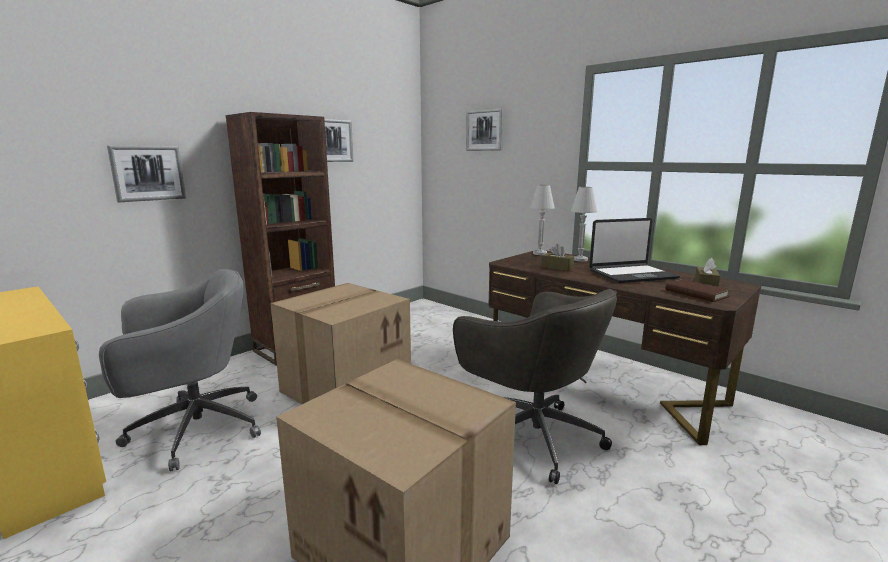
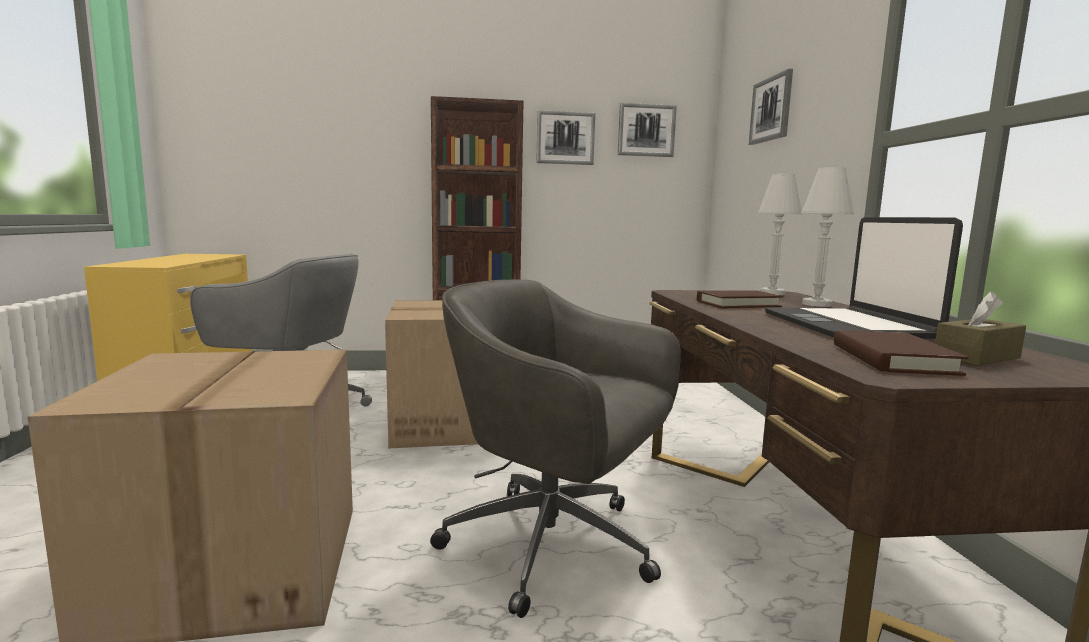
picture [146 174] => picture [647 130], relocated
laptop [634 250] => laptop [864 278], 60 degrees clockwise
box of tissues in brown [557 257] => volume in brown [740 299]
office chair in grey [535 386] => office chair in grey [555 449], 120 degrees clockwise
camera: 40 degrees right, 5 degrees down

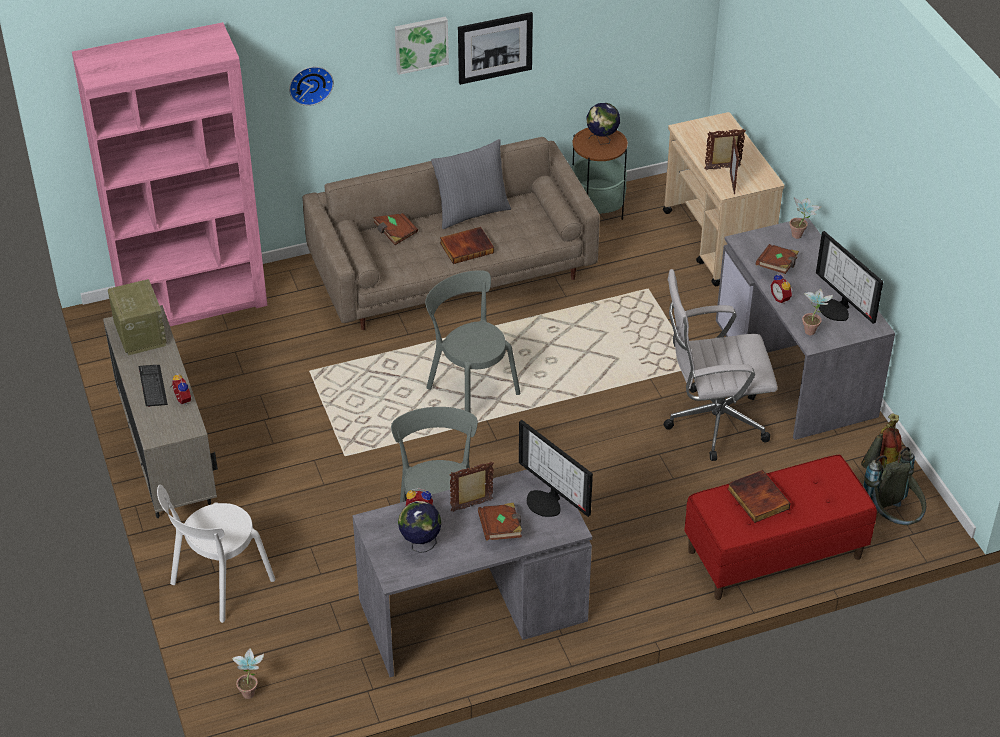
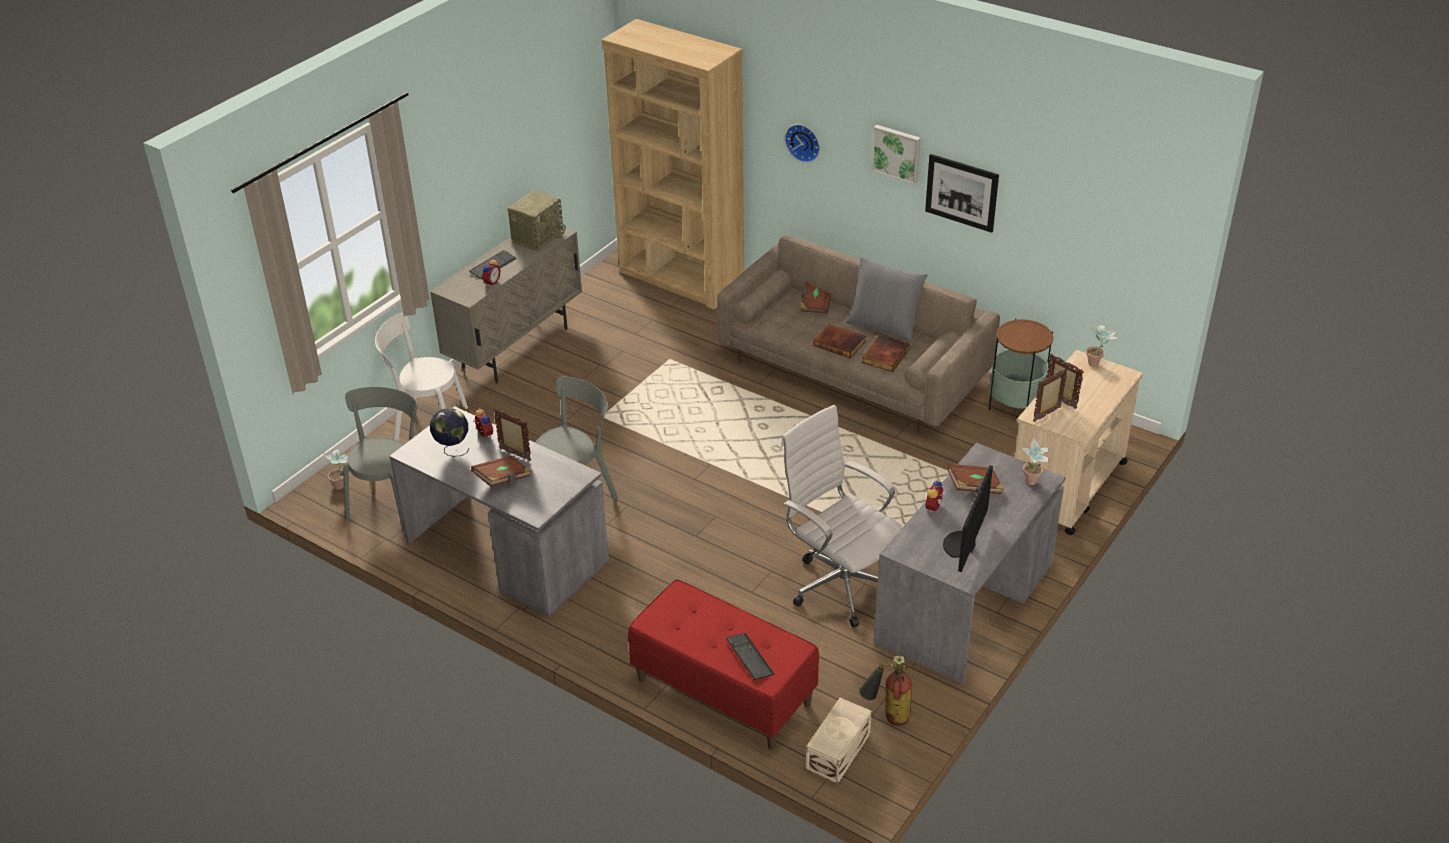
bookshelf in pinkish [170 174] => bookshelf in brown [673 164]
world globe [603 123] => nothing
chair in grey [472 341] => chair in grey [380 459], relocated
potted plant [817 311] => potted plant [1101 346], relocated
computer screen [556 468] => nothing
rucksack in grey [894 486] => storage bin in sand-coloured [839 741]
volume [759 496] => volume [885 353], relocated
nothing => PC keyboard [750 656]
camera: 55 degrees right, 5 degrees down

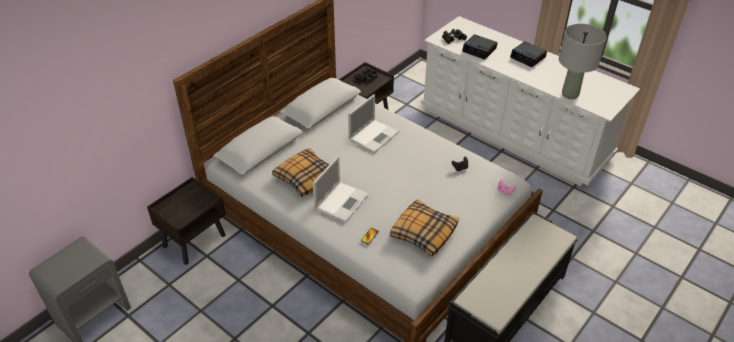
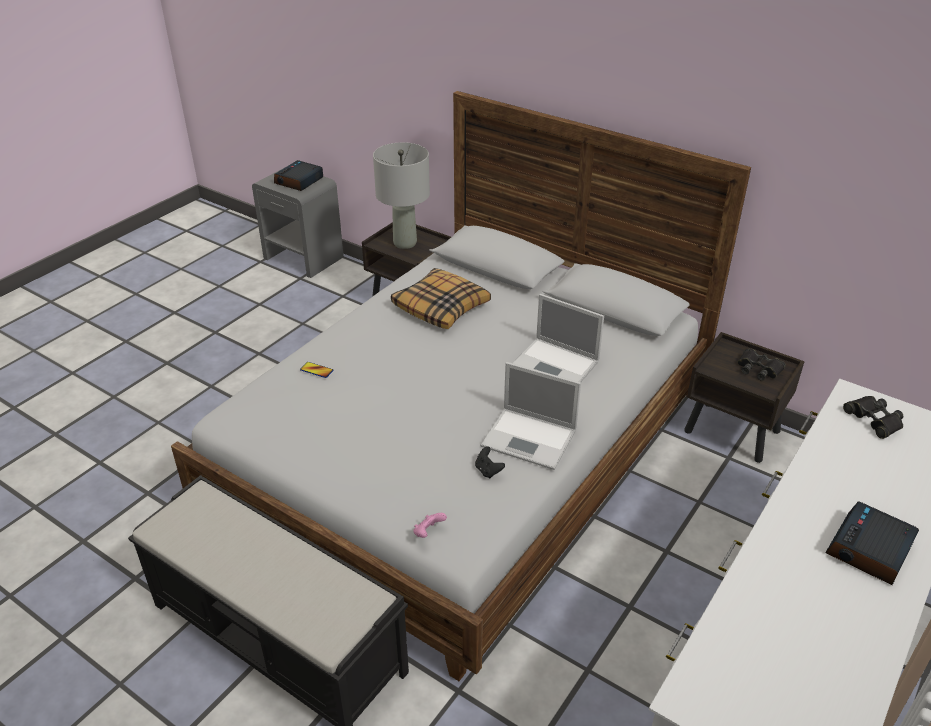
lamp for a table in grey [583 61] => lamp for a table in grey [401 195], relocated
table clock [479 46] => table clock [298 175], relocated
laptop [341 189] => laptop [530 416], relocated
pillow [424 228] => nothing
camera: 85 degrees right, 5 degrees down

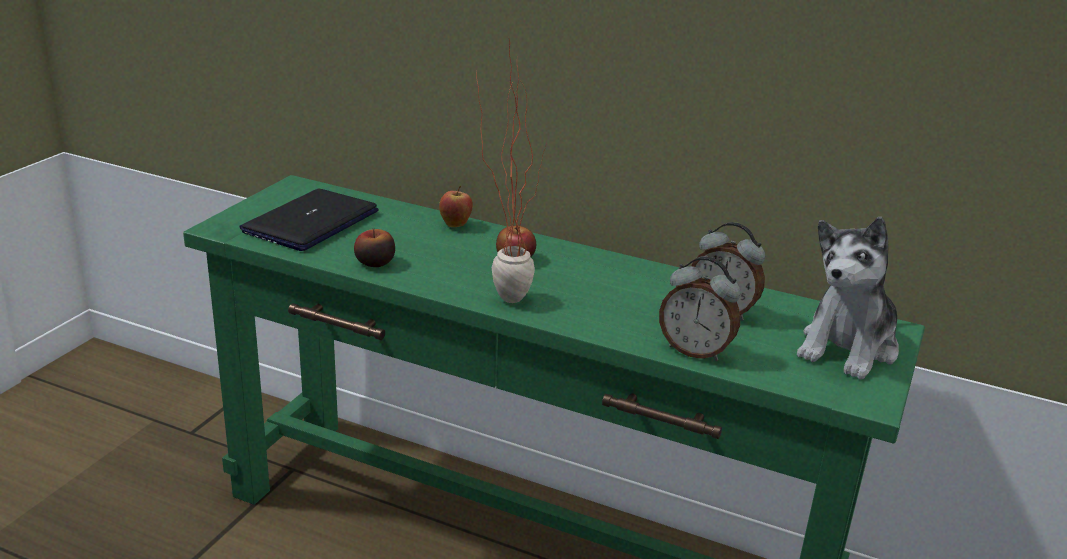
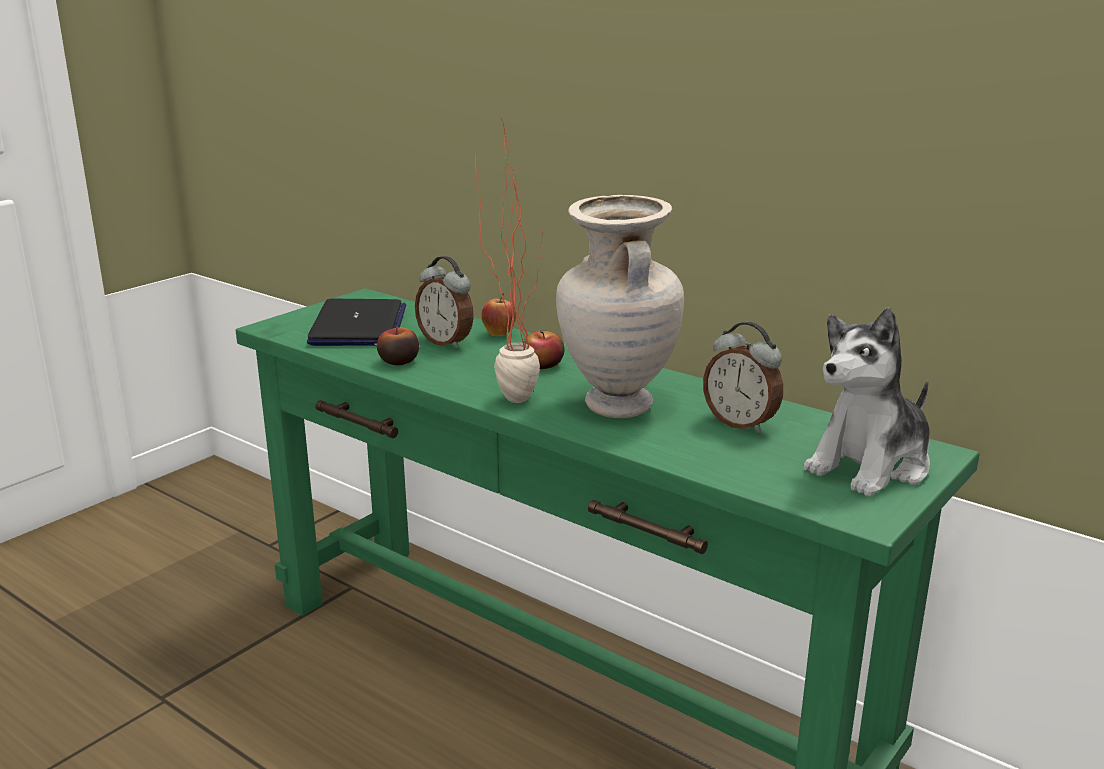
laptop [308 220] => laptop [356 322], 135 degrees clockwise
table clock [700 308] => table clock [444 302], relocated
nothing => vase in sand-coloured [620 306]
camera: 15 degrees right, 5 degrees down

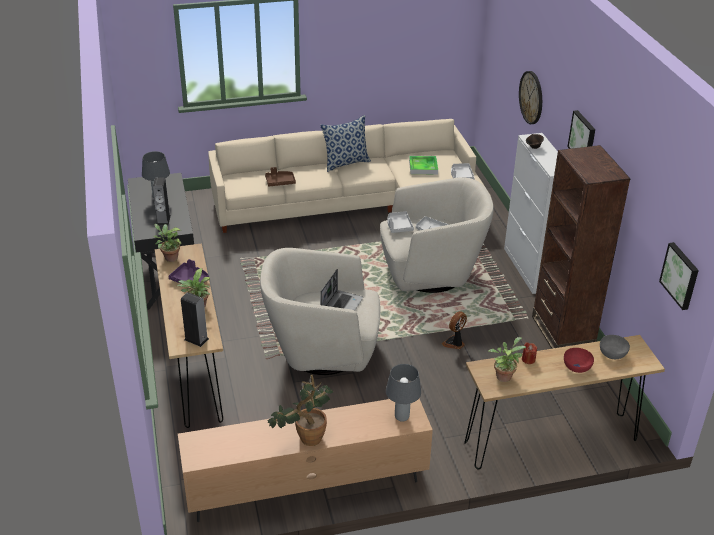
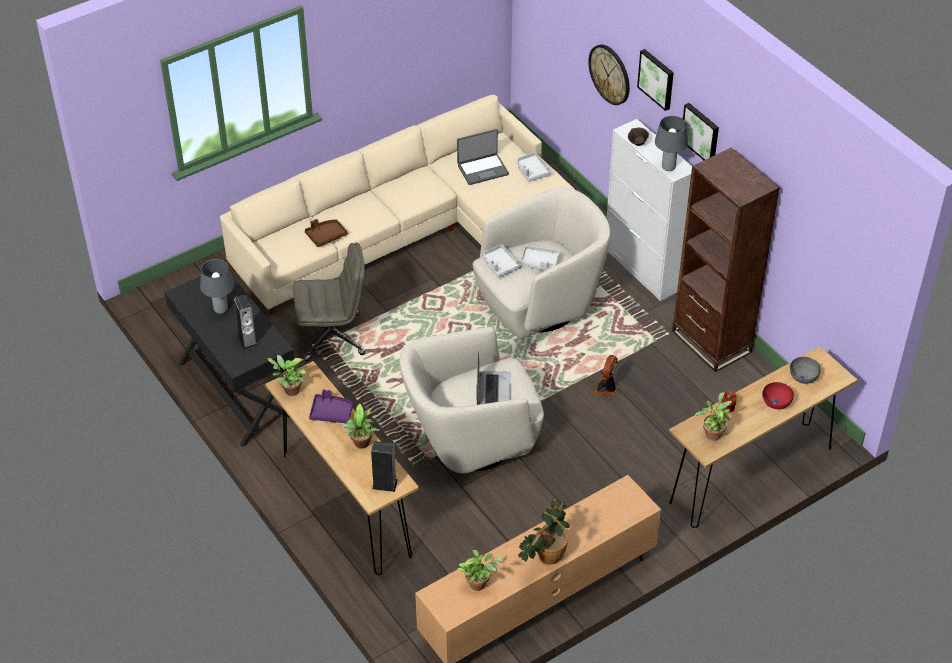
pillow [345 143] => nothing
serving tray [423 165] => laptop [483 157]
picture [679 276] => picture [655 80], relocated
lamp for a table in grey [403 393] => lamp for a table in grey [671 143], relocated
nothing => office chair in grey [329 301]
nothing => potted plant [481 570]
camera: 20 degrees left, 10 degrees up

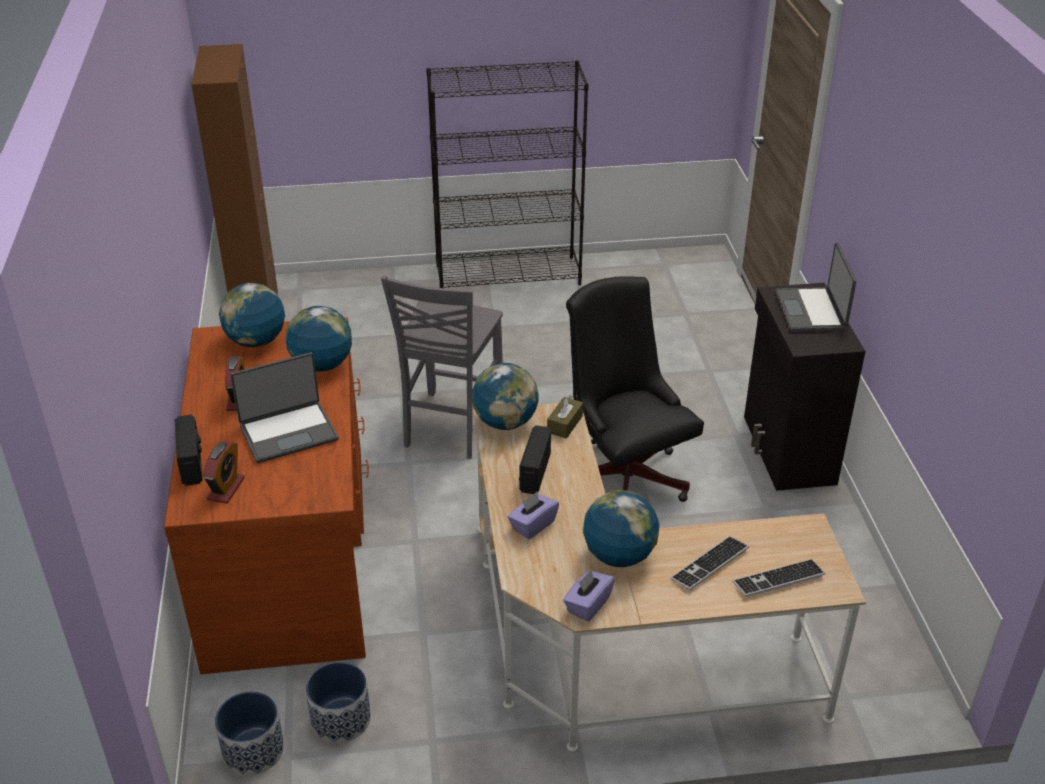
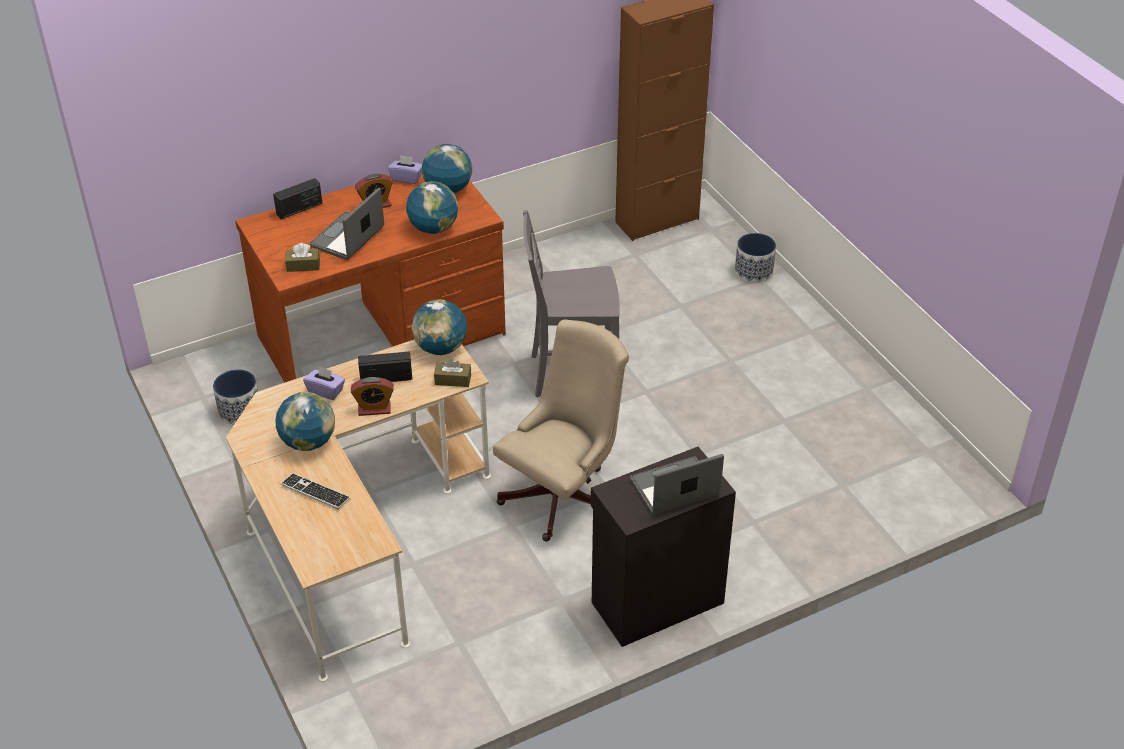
bookshelf in black [507 174] => nothing
office chair in black [635 389] => office chair in sand-coloured [561 431]
laptop [284 407] => laptop [347 224], 75 degrees clockwise
table clock [223 472] => table clock [372 396], relocated
PC keyboard [779 578] => nothing
box of tissues in purple [589 595] => box of tissues in purple [405 169], relocated
flower pot [249 733] => flower pot [755 258], relocated
nothing => box of tissues in brown [302 257]
camera: 70 degrees right, 5 degrees up

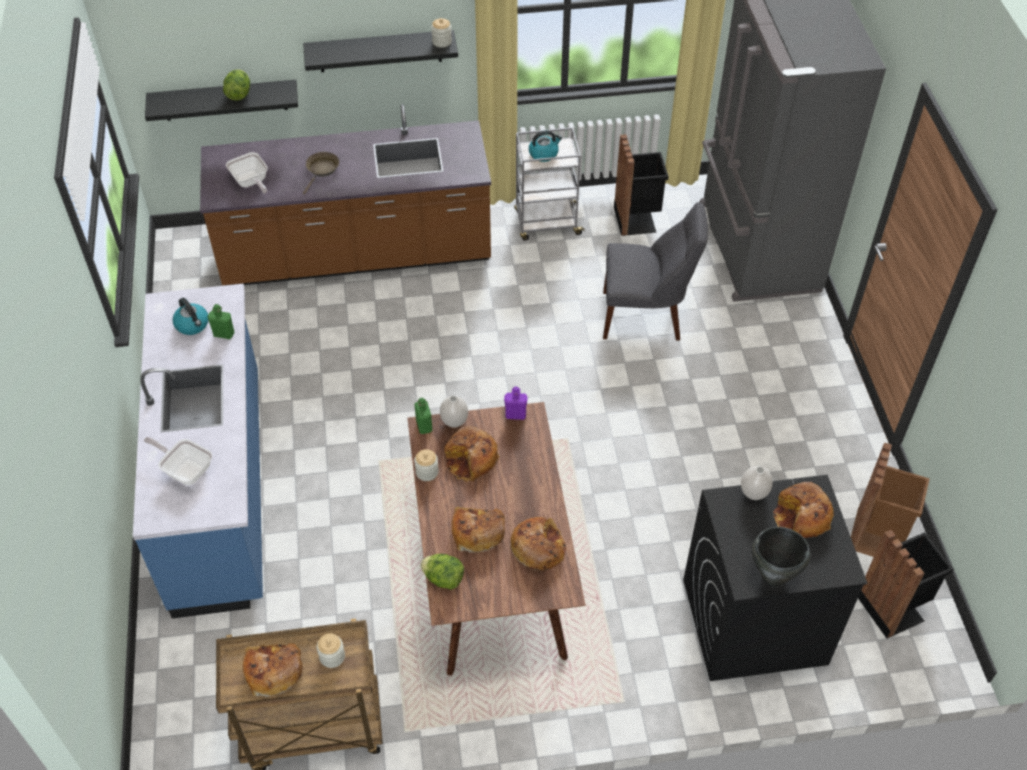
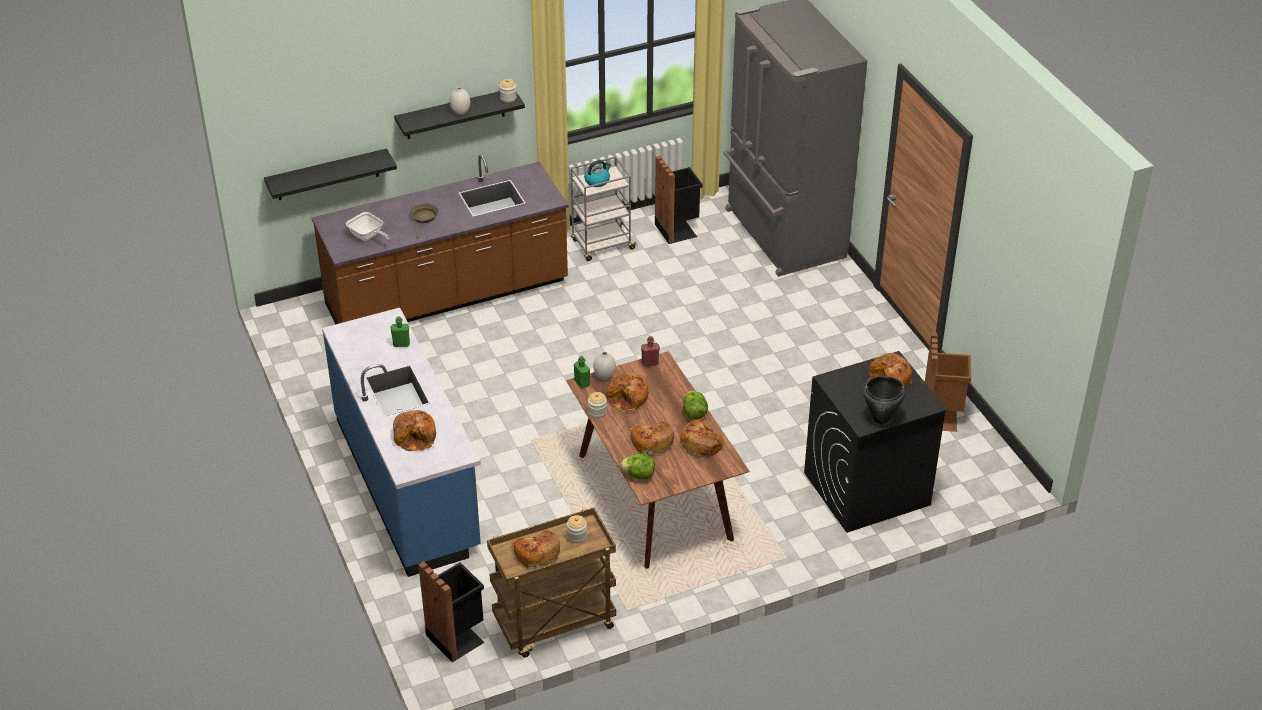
lettuce [236 85] => lettuce [695 405], relocated
chair in grey [655 271] => nothing
water kettle [190 316] => nothing
drink bottle in purple [516 403] => drink bottle in red-coloured [650 351]
pan [178 461] => bread [414 430]
vase in whitish [757 483] => vase in whitish [459 101], relocated
trash can in black [906 584] => trash can in black [451 611], relocated
camera: 15 degrees left, 10 degrees down

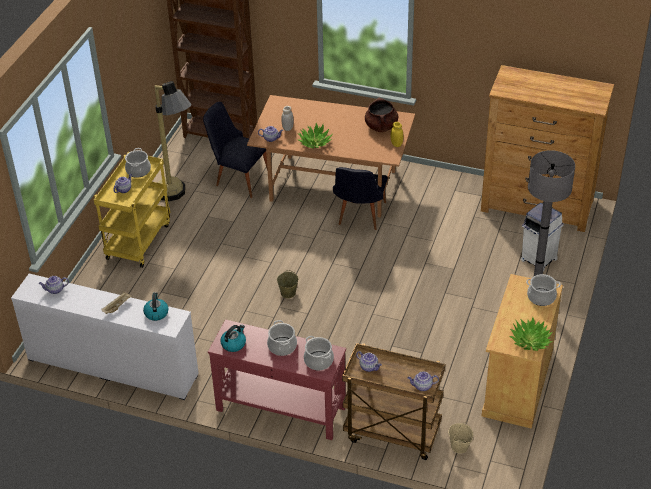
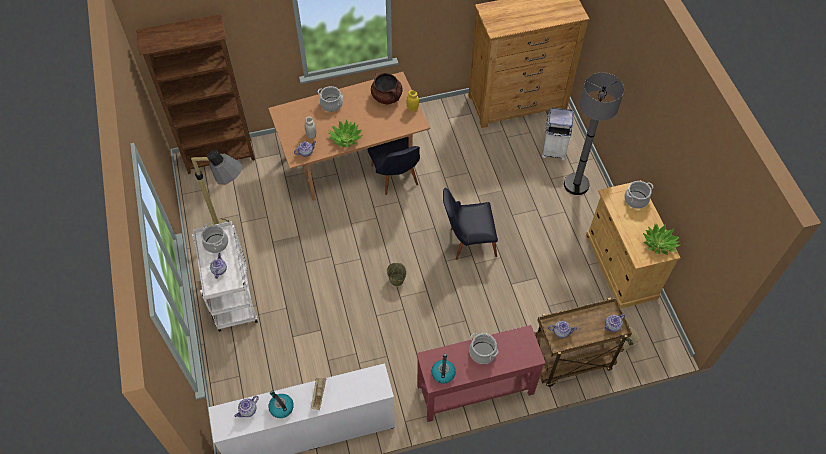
chair in black [235 150] => chair in black [470 224], relocated
wheeled cart in yellow-coloured [132 210] => wheeled cart in whitish [225 276]
water kettle [156 306] => water kettle [281 404], relocated
cooking pot [319 353] => cooking pot [330 99], relocated
camera: 35 degrees left, 15 degrees up

